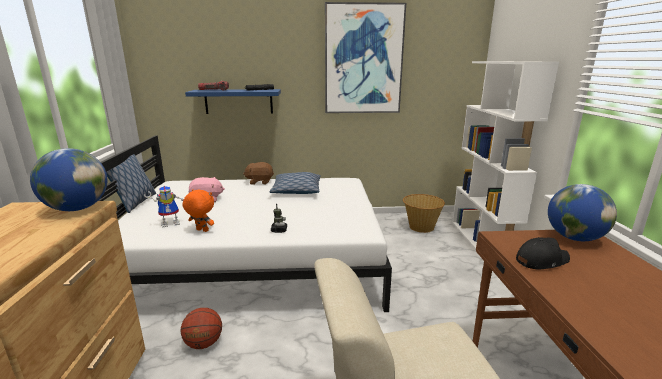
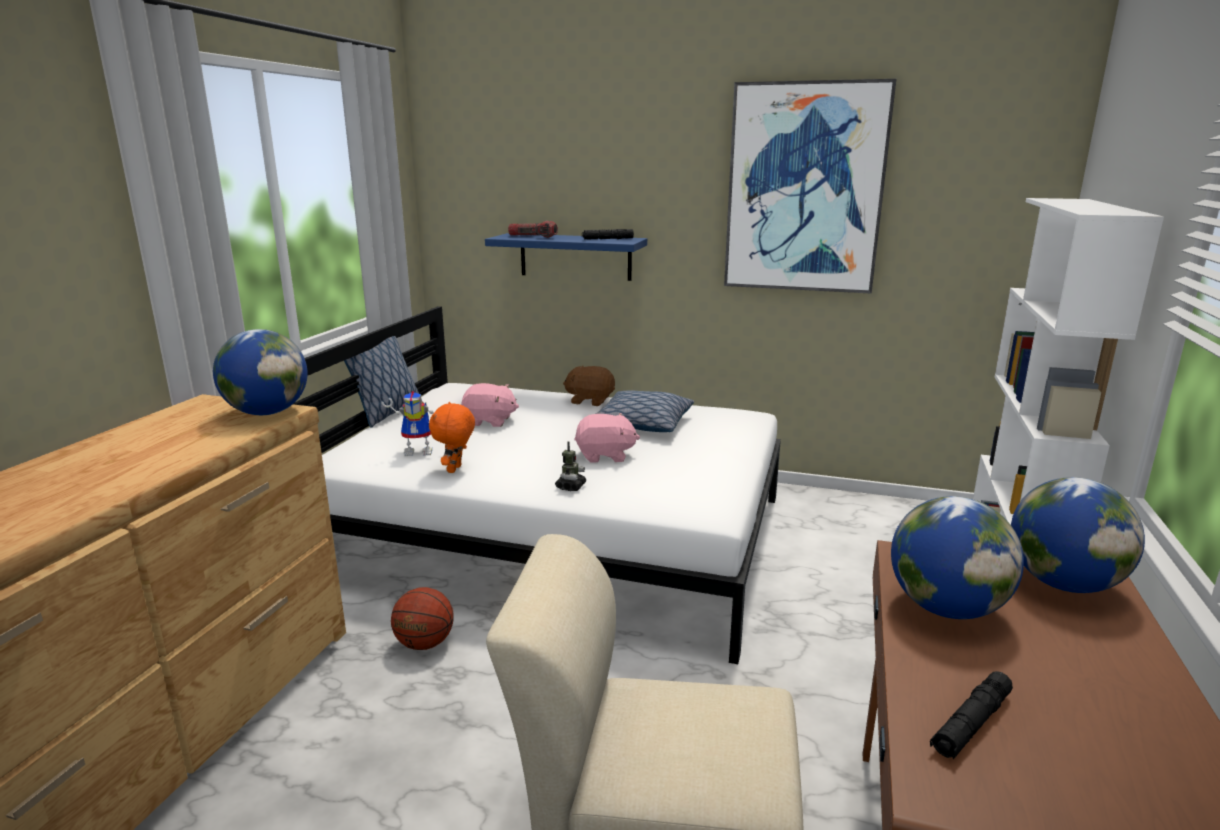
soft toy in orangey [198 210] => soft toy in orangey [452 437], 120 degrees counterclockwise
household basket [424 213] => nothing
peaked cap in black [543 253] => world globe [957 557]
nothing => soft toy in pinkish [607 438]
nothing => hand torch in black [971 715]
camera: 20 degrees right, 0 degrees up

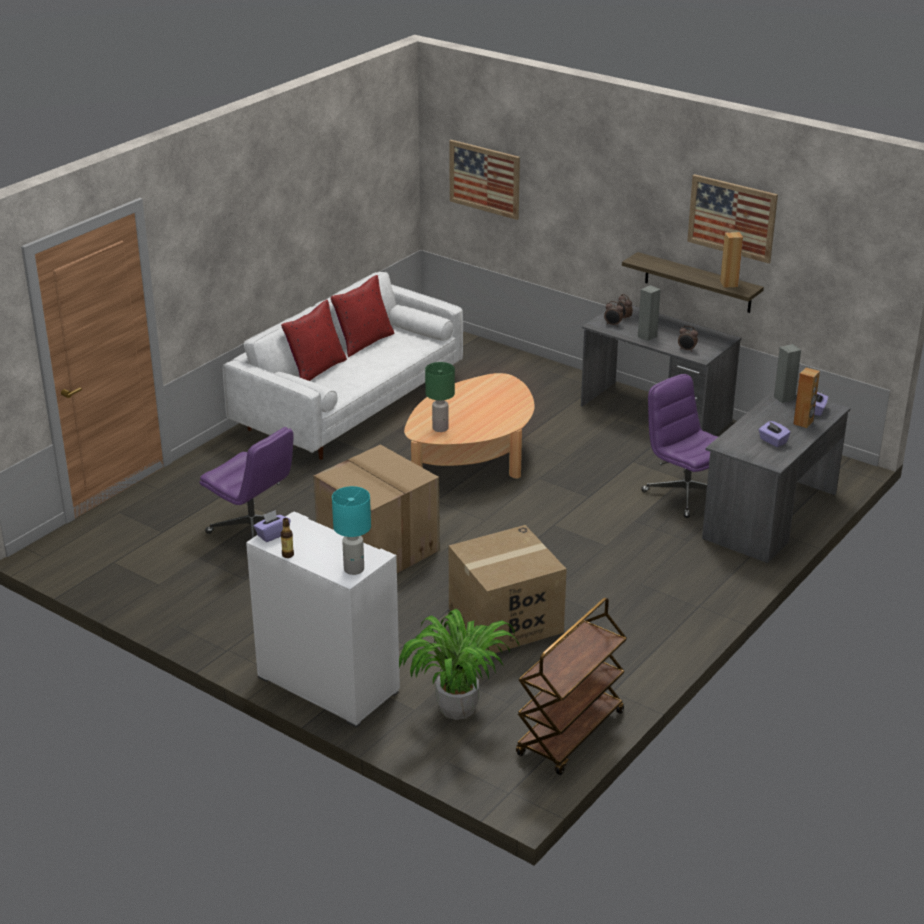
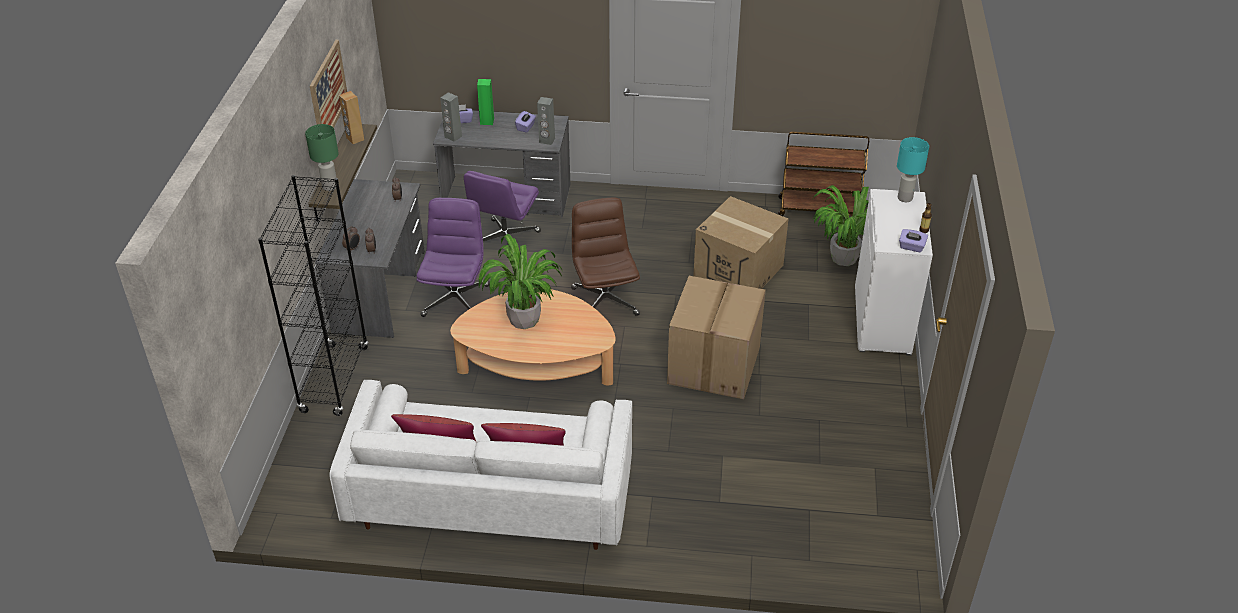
picture [484 180] => nothing
audio speaker in grey [649 313] => audio speaker in grey [546 121], relocated
lamp for a table in greenish [440 397] => lamp for a table in greenish [322 157], relocated
audio speaker in brown [806 398] => audio speaker in greenish [485 102]
office chair in purple [247 482] => office chair in purple [453 257], relocated
nothing => bookshelf in black [313 295]
nothing => office chair in brown [605 256]
nothing => potted plant [520 281]
camera: 120 degrees left, 10 degrees up

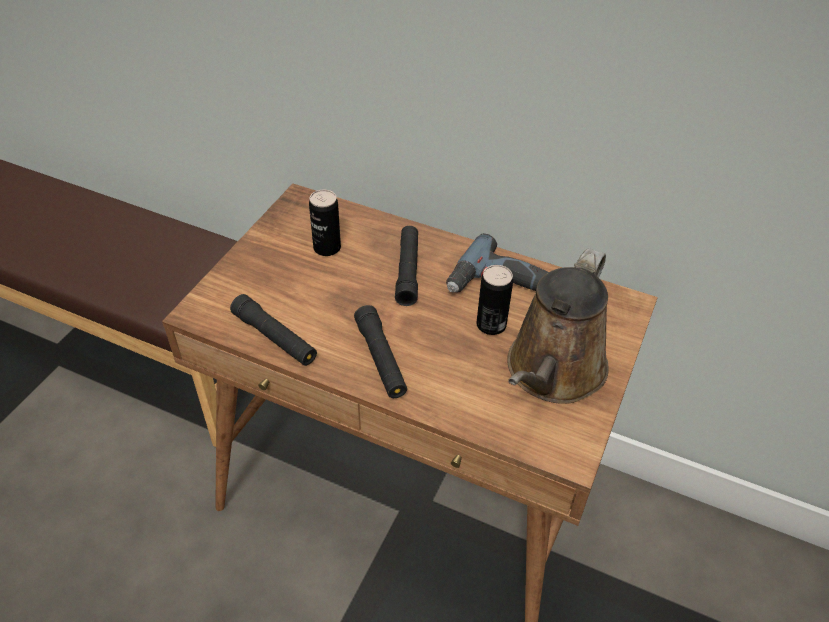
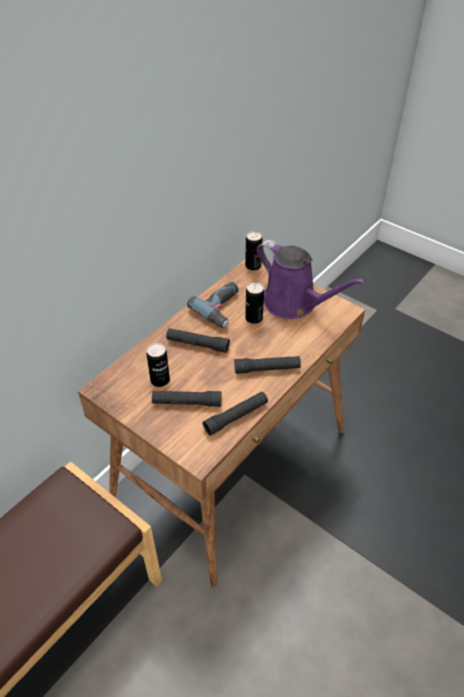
watering pot in brown [558 326] => watering pot in purple [311 279]
nothing => sealed can [253 251]
nothing => hand torch in black [187 399]
camera: 75 degrees left, 0 degrees up

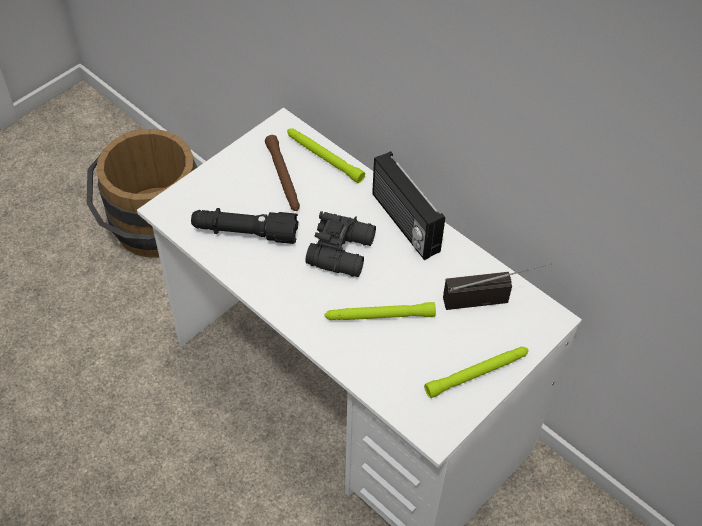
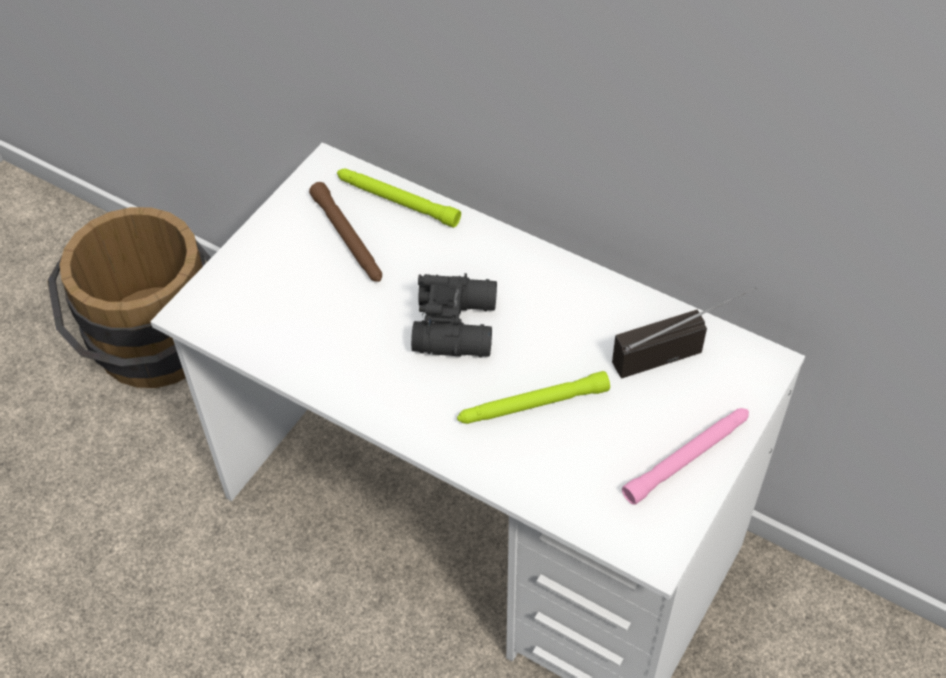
radio set [408 205] => nothing
hand torch in black [244 226] => nothing
hand torch in greenish [476 372] => hand torch in pinkish [685 456]
camera: 10 degrees left, 0 degrees up

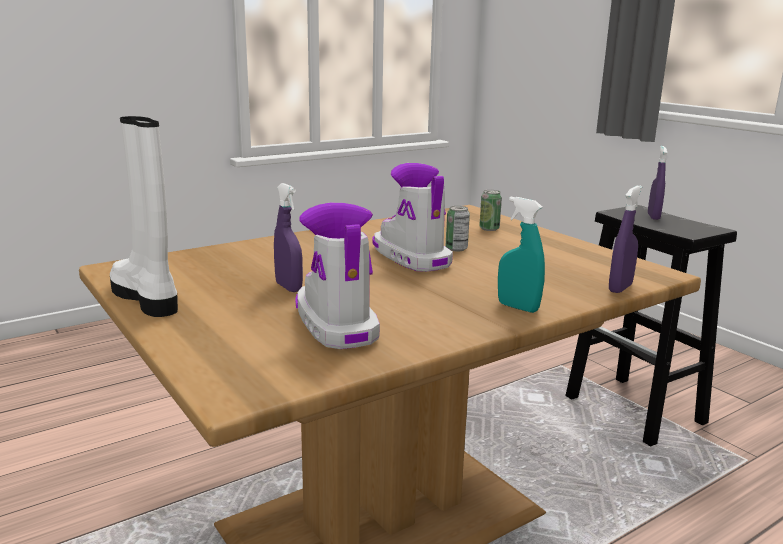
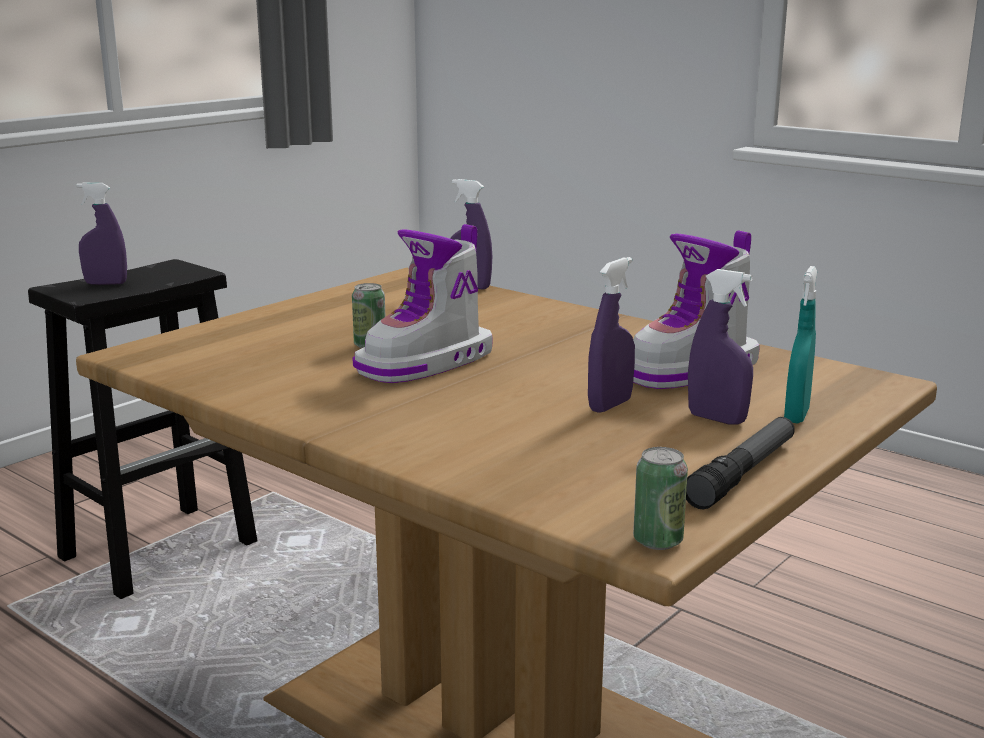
high-top boot in whitish [144 216] => hand torch [740 463]
sealed can [490 210] => sealed can [660 498], relocated
spray bottle in blue-green [521 255] => spray bottle in blue-green [800 345], relocated
nothing => spray bottle in purple [720 347]
camera: 105 degrees left, 0 degrees up

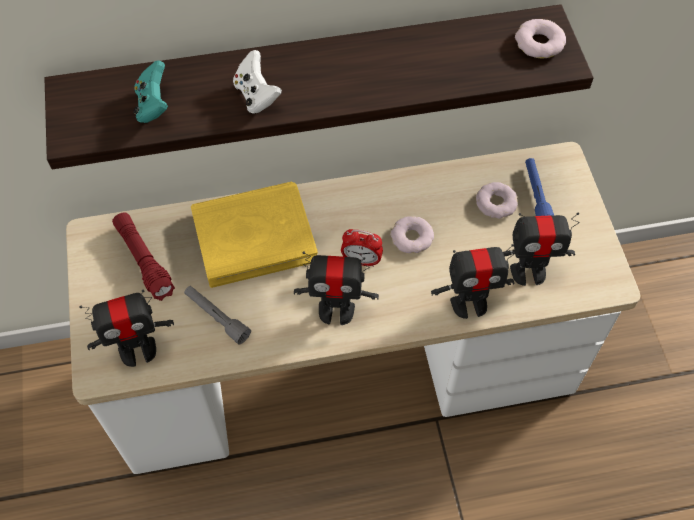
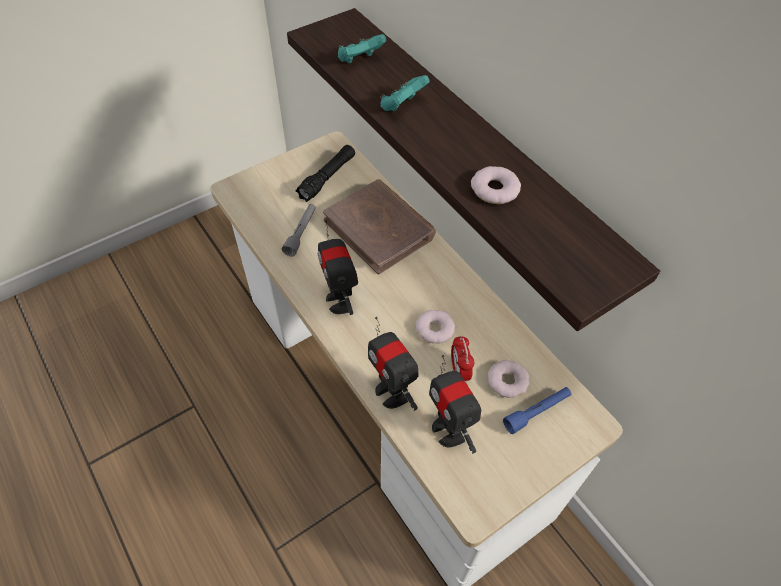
donut [540 39] => donut [496 185], relocated
game controller in whitish [257 82] => game controller in blue-green [405 93]
volume in yellow-coloured [254 234] => volume in brown [379 227]
hand torch in red-coloured [143 256] => hand torch in black [325 173]
table clock [362 248] => table clock [462 359], relocated
robot figure [126 328] => nothing
camera: 65 degrees right, 5 degrees down

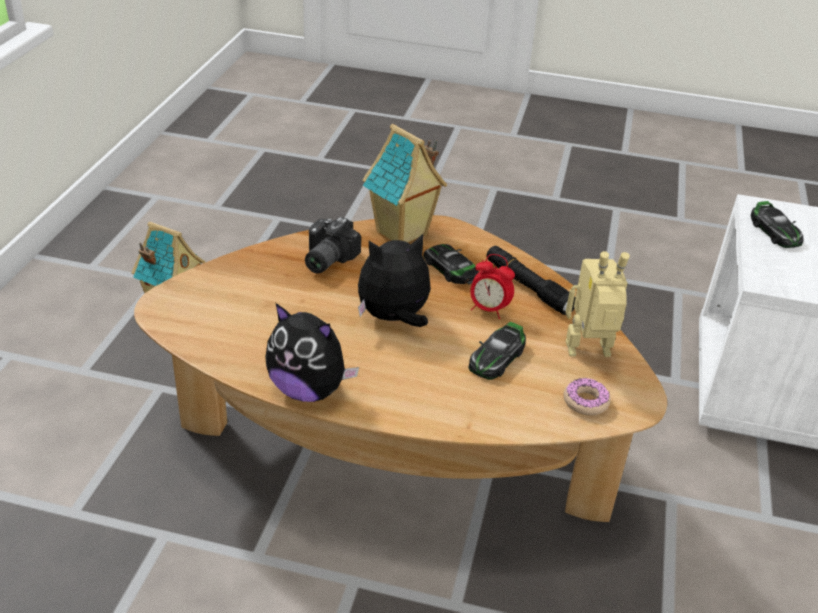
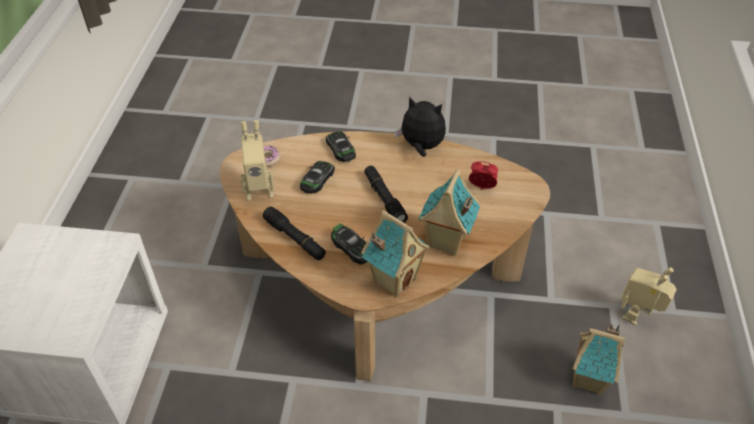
miniature car [777 224] => miniature car [341 146], relocated
still camera [333 245] => toy house [449 212]
soft toy [394 280] => hand torch in black [386 194]
table clock [492 286] => table clock [483 175], relocated
nothing => robot figure [649 296]
camera: 175 degrees right, 10 degrees up

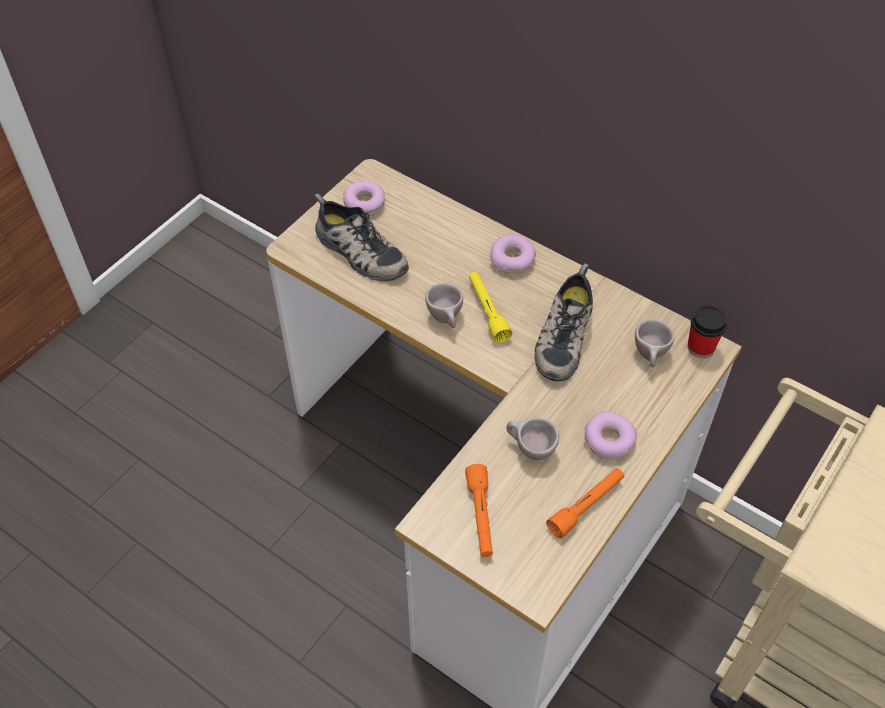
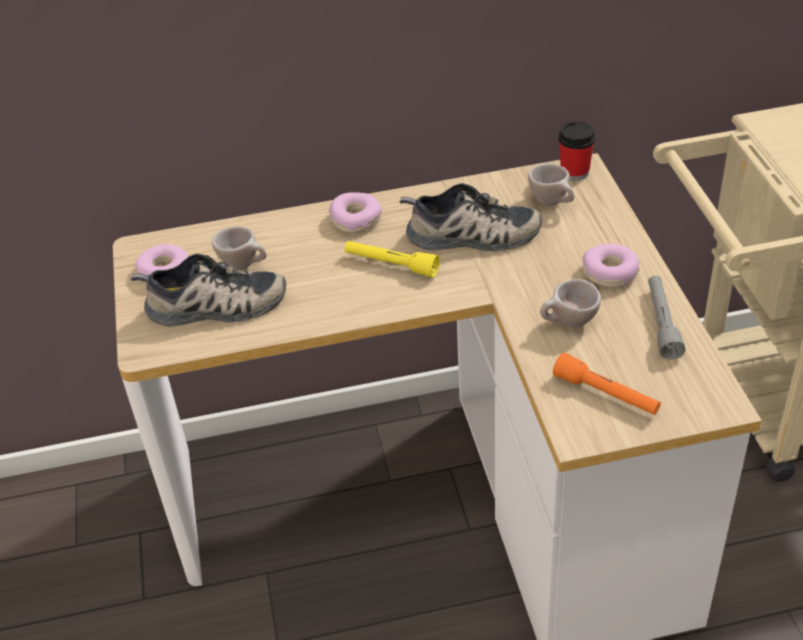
low shoe [563 322] => low shoe [471 217], 60 degrees counterclockwise
small cup in sand-coloured [444 305] => small cup in sand-coloured [239 248], relocated
hand torch in orangey [585 503] => hand torch in grey [666 318]
camera: 45 degrees left, 10 degrees down

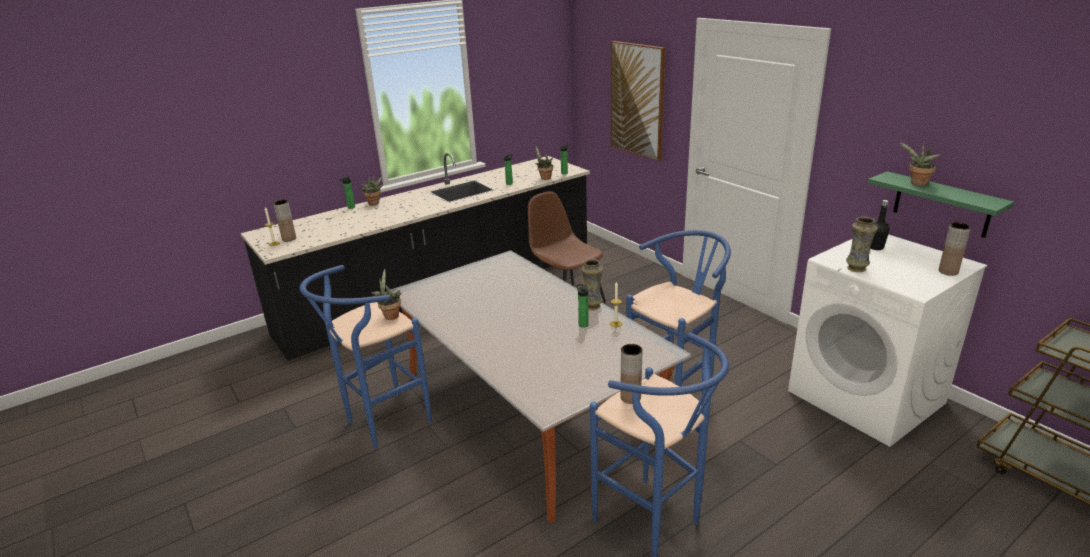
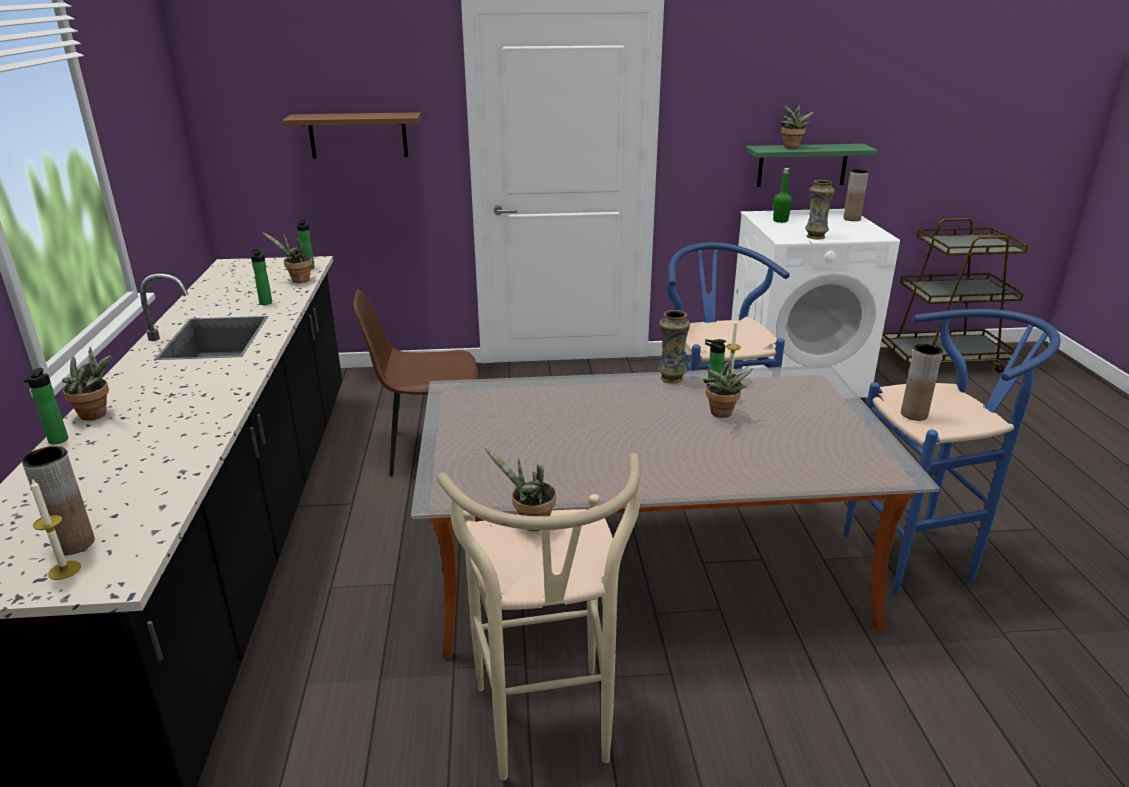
picture [638 101] => shelf in brown [351 135]
drink bottle in black [880 225] => drink bottle in greenish [782 195]
stool in blue-coloured [365 356] => stool in sand-coloured [539 617]
nothing => potted plant [728 389]
camera: 60 degrees left, 0 degrees up

